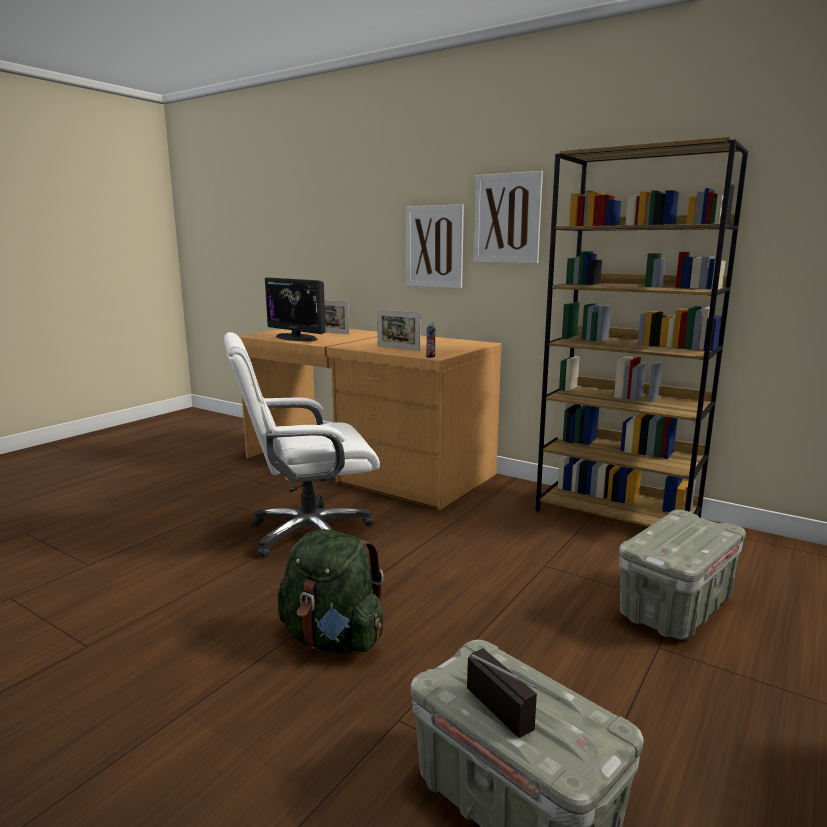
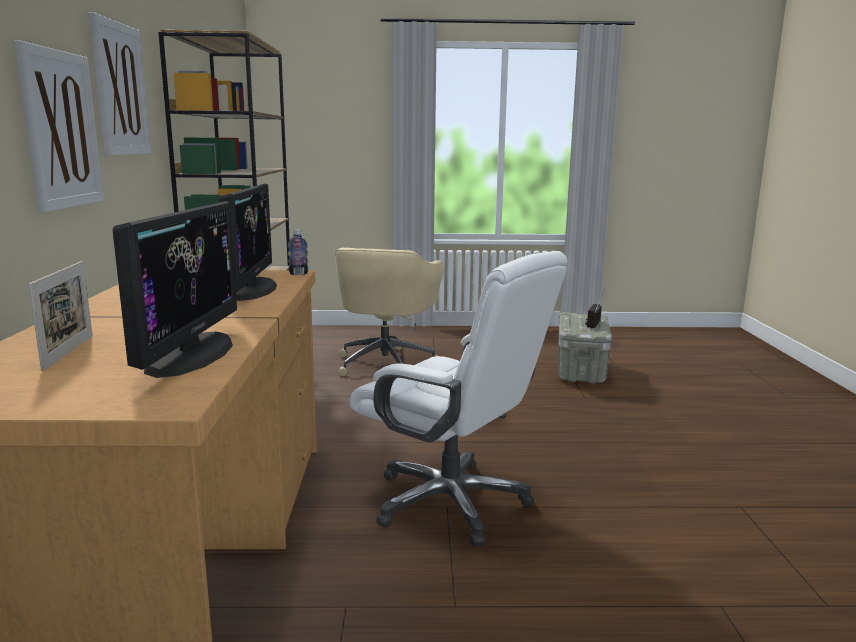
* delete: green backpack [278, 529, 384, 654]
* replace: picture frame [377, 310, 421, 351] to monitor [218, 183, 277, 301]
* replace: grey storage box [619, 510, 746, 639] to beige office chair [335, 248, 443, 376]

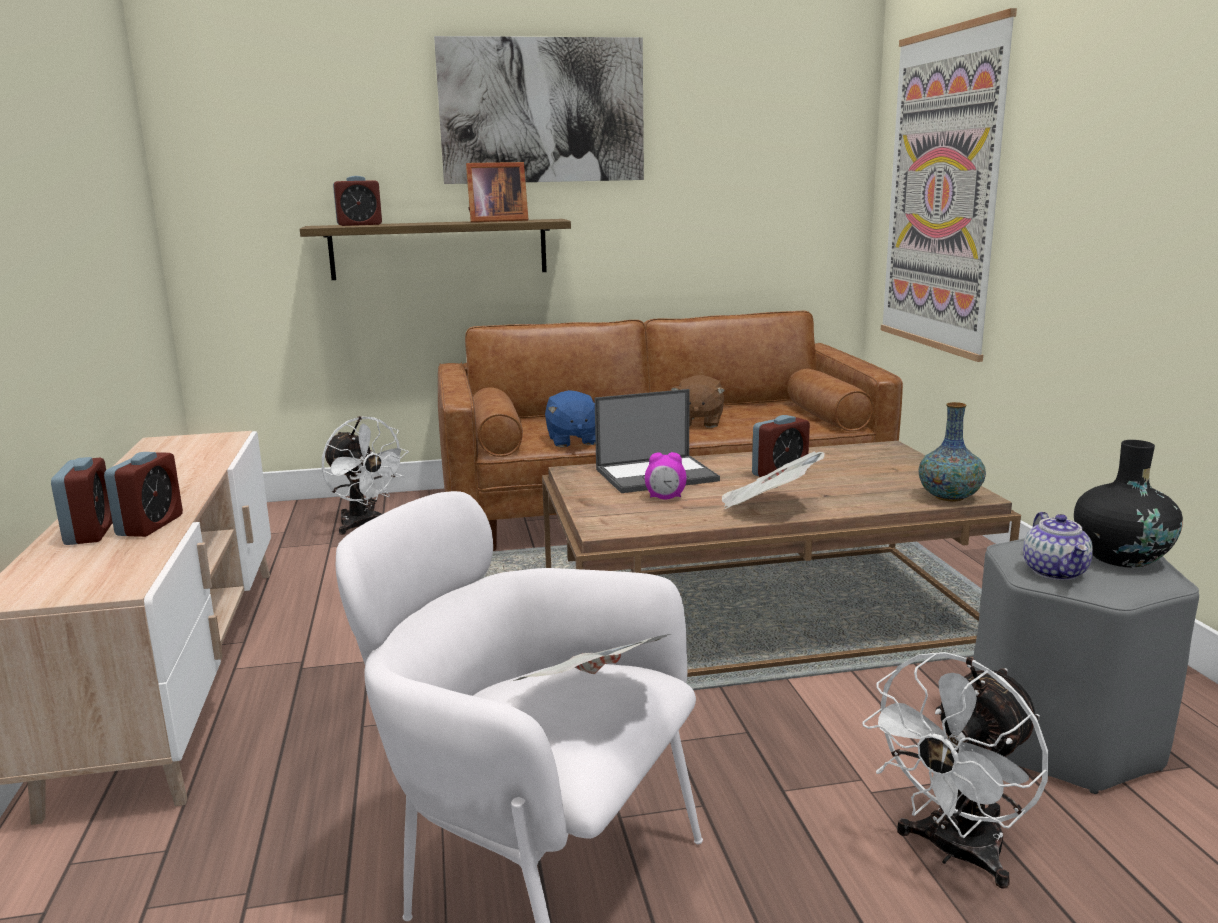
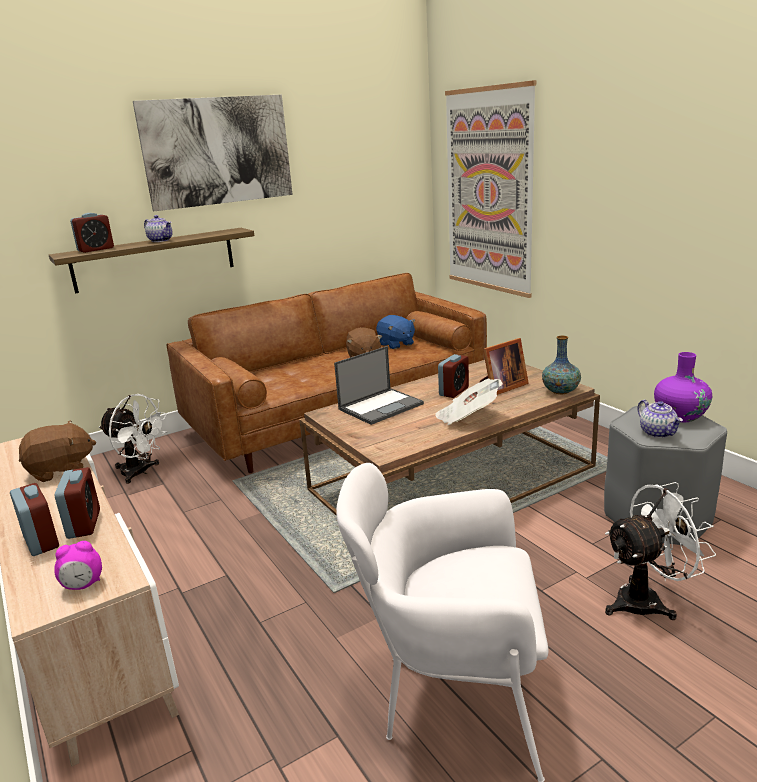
* delete: newspaper [513, 634, 670, 681]
* insert: brown plush toy [19, 420, 96, 482]
* insert: teapot [144, 215, 172, 242]
* move: picture frame [466, 162, 528, 222] to [480, 338, 529, 395]
* move: blue plush toy [545, 390, 596, 447] to [376, 315, 415, 349]
* move: alarm clock [645, 452, 687, 499] to [54, 541, 102, 590]
* recolor: black vase [1074, 440, 1183, 568] to purple vase [654, 352, 712, 422]
* rotate: white fan [862, 652, 1048, 888] = [605, 482, 716, 620] 135 degrees counterclockwise

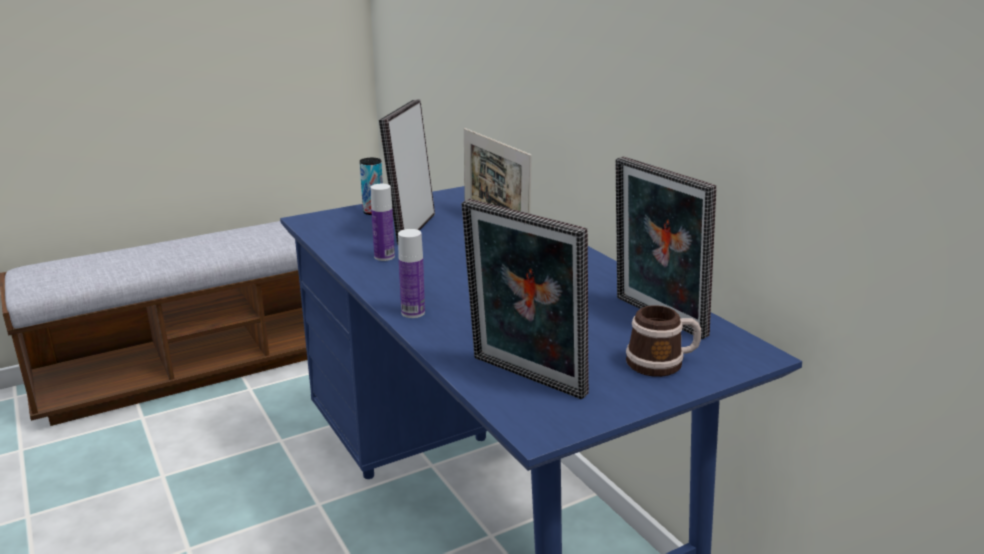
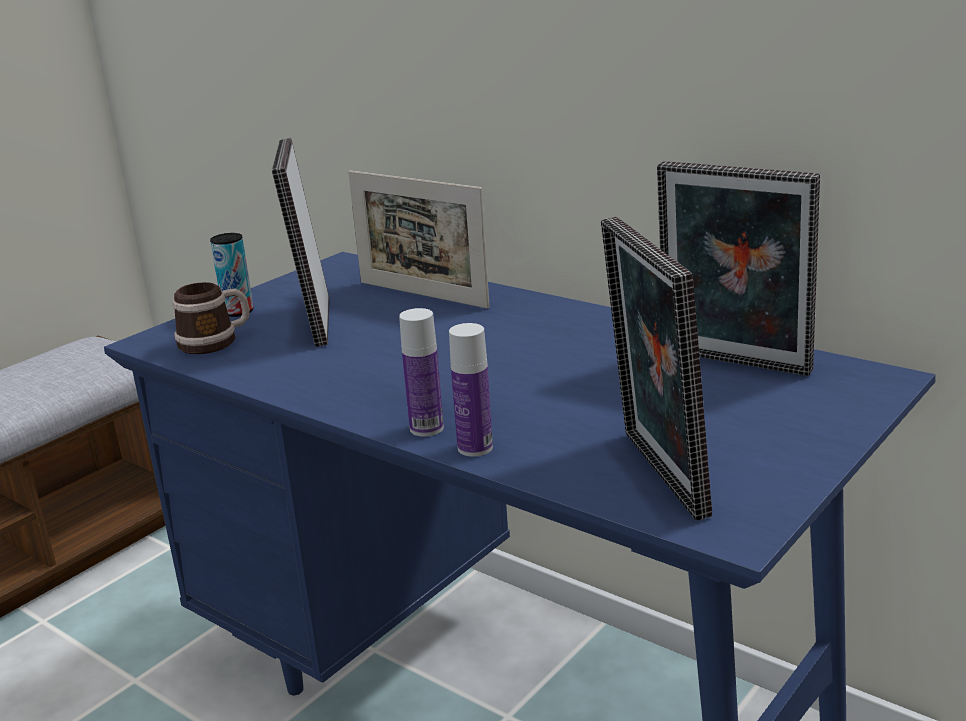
* move: bottle [371, 184, 395, 261] to [449, 323, 493, 457]
* move: mug [626, 305, 701, 377] to [172, 282, 250, 354]
* rotate: picture frame [461, 199, 589, 399] = [601, 217, 712, 520] 60 degrees clockwise

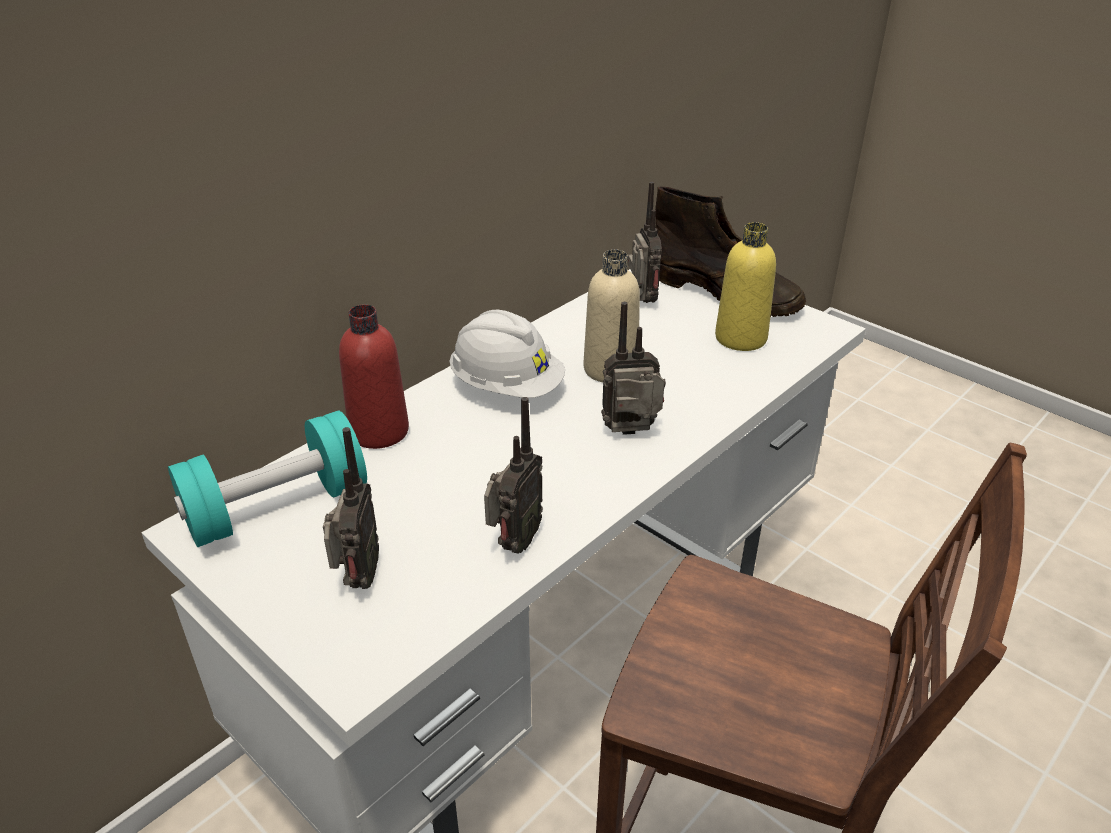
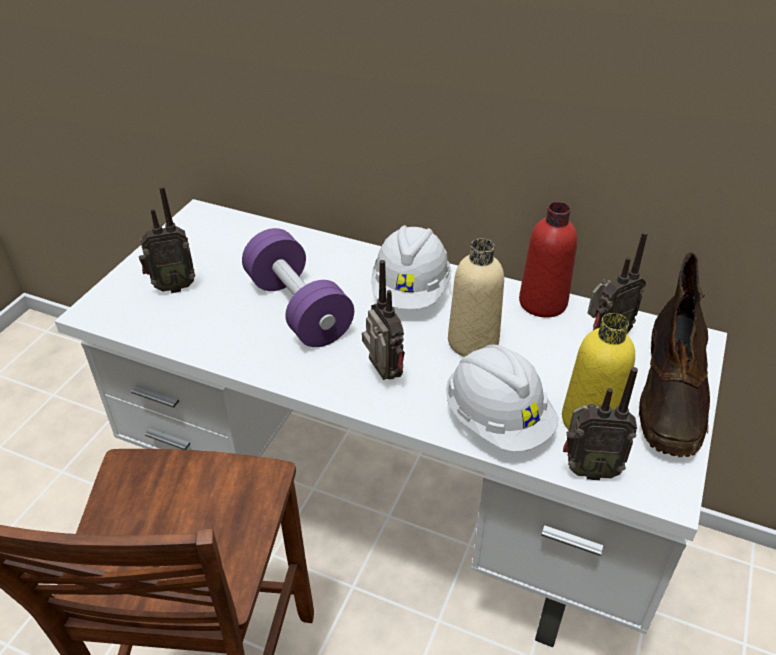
* delete: turquoise dumbbell [168, 410, 367, 547]
* insert: purple dumbbell [242, 228, 354, 347]
* insert: white hard hat [446, 345, 558, 452]
* move: red bottle [339, 305, 409, 449] to [519, 202, 577, 318]
* move: radio [484, 397, 543, 554] to [563, 367, 638, 480]

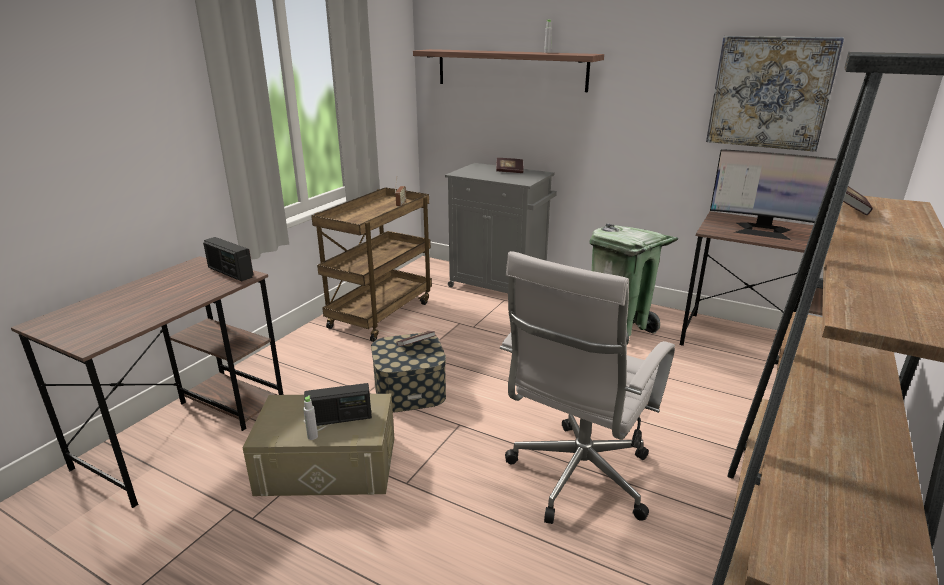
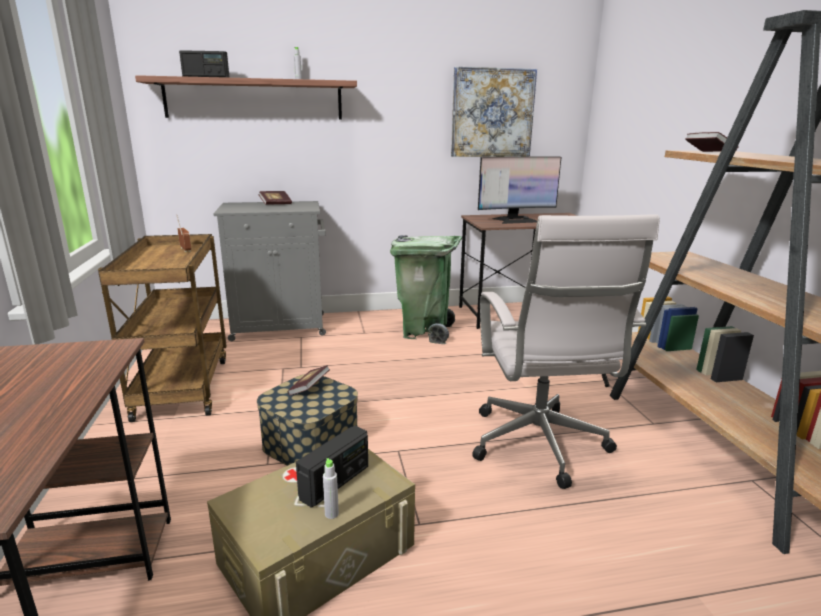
* move: radio [203, 237, 254, 281] to [179, 50, 230, 78]

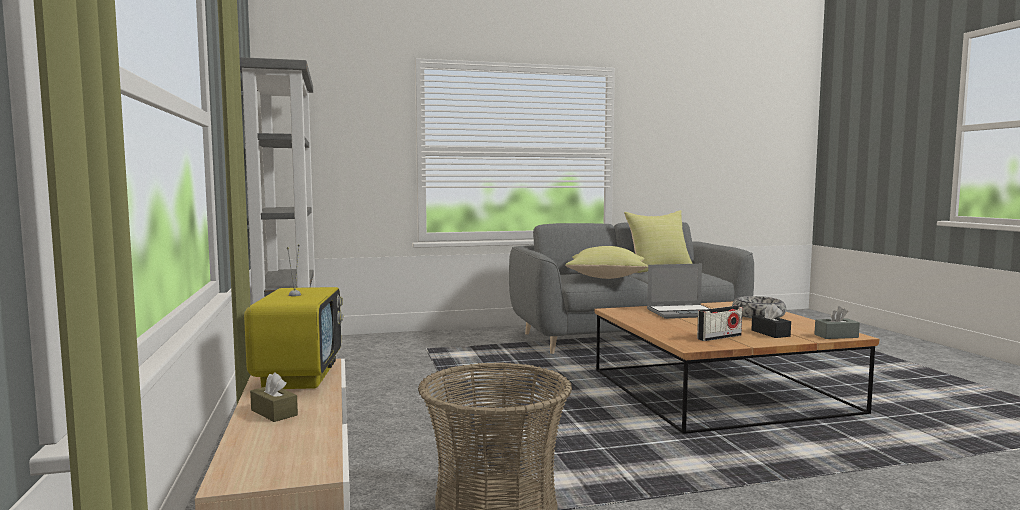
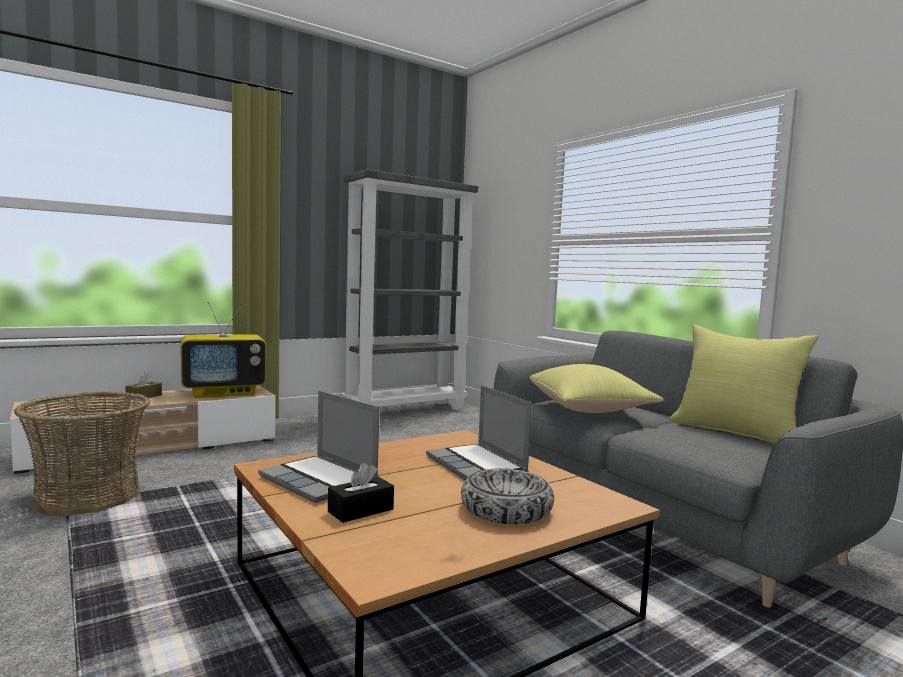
* delete: grey tissue box [815, 306, 860, 339]
* replace: radio [697, 306, 743, 341] to laptop [258, 391, 379, 503]

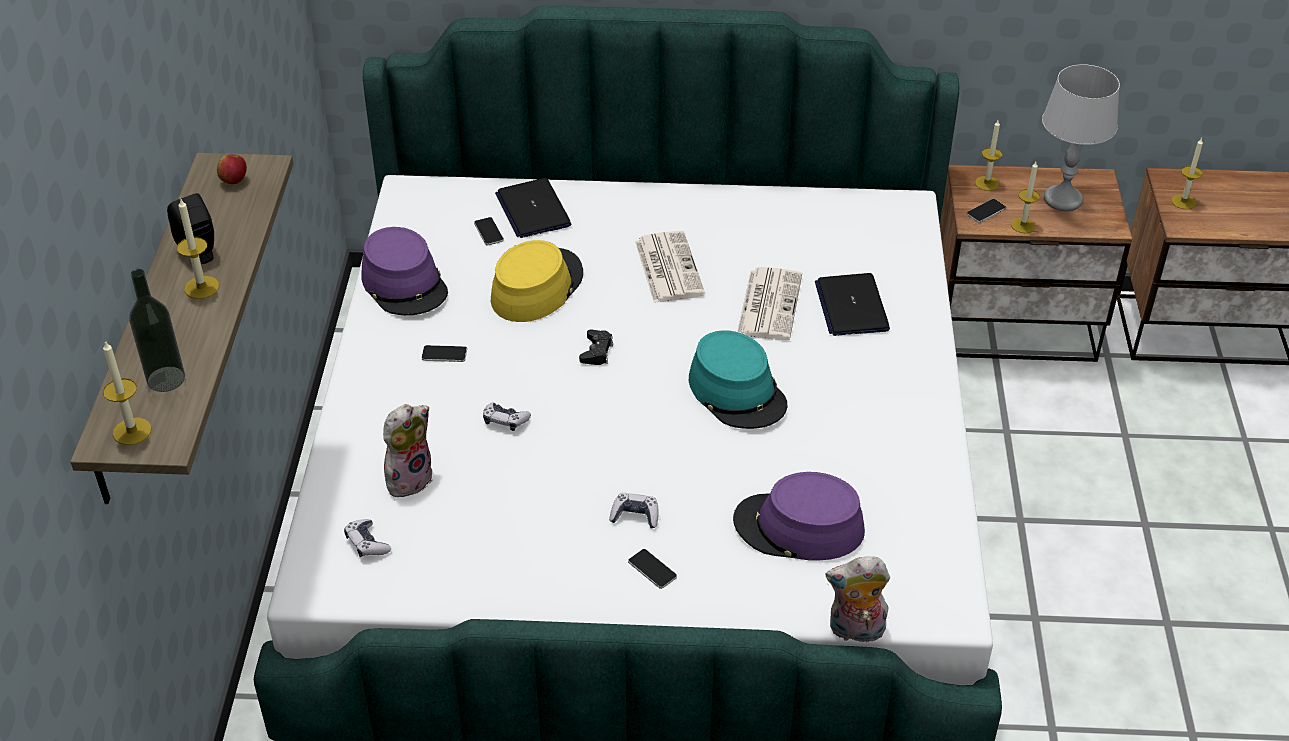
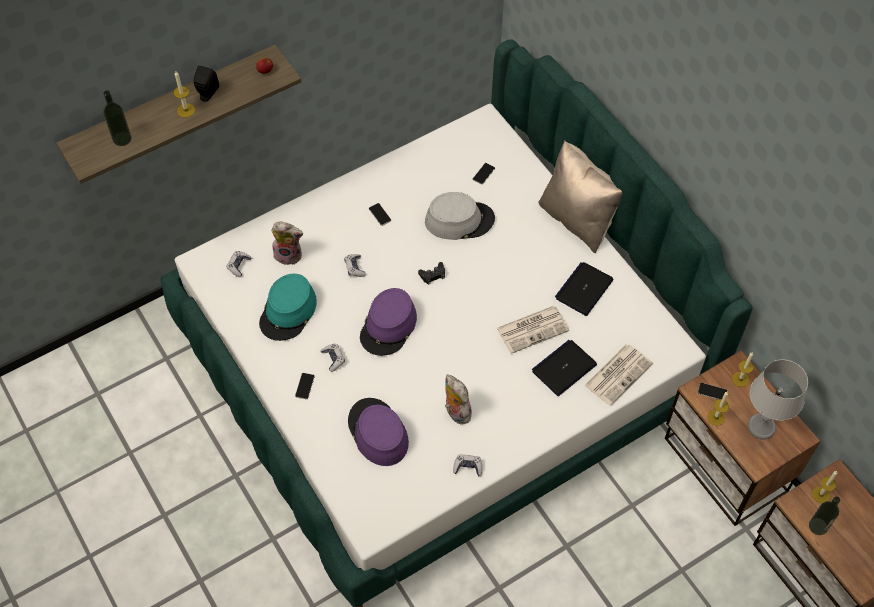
* delete: candle [103, 340, 152, 445]
* insert: game controller [453, 454, 482, 476]
* insert: beige pillow [538, 140, 622, 253]
* insert: bottle [809, 496, 840, 535]
* move: purple hat [361, 227, 448, 315] to [360, 288, 417, 356]
* move: laptop [495, 178, 571, 238] to [555, 262, 613, 316]
* move: newspaper [635, 231, 705, 303] to [584, 344, 653, 406]
* move: turquoise hat [689, 330, 787, 429] to [259, 274, 317, 341]
* move: plush toy [825, 557, 890, 643] to [445, 374, 472, 424]
* recolor: yellow hat [491, 240, 583, 322] to grey hat [425, 192, 495, 240]

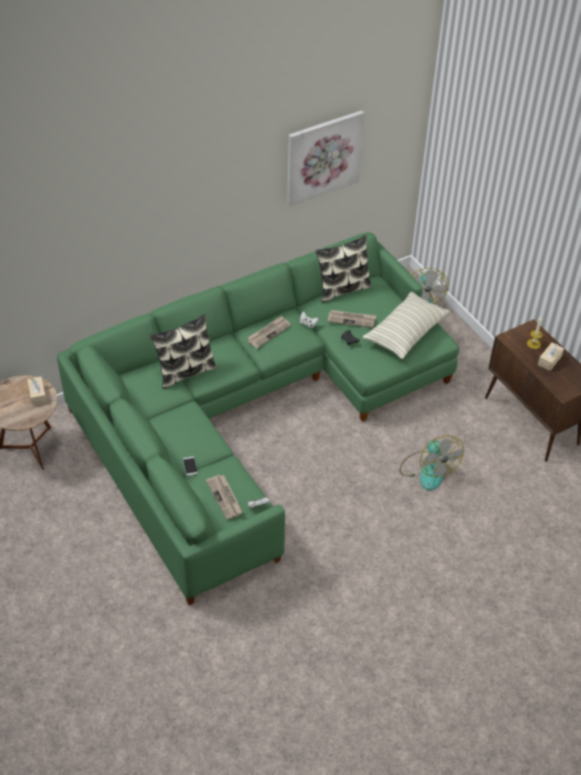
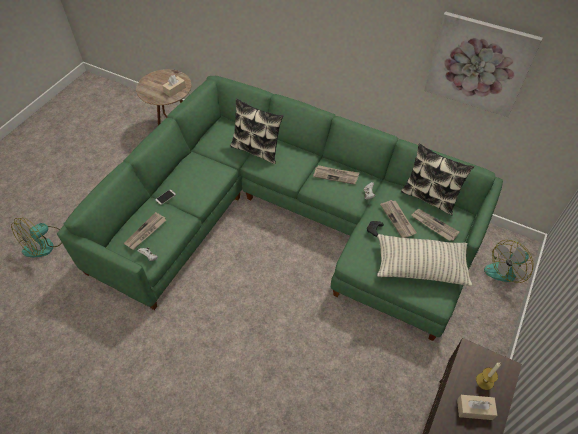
* insert: newspaper [412, 209, 459, 241]
* move: fan [399, 435, 464, 491] to [11, 218, 62, 257]

